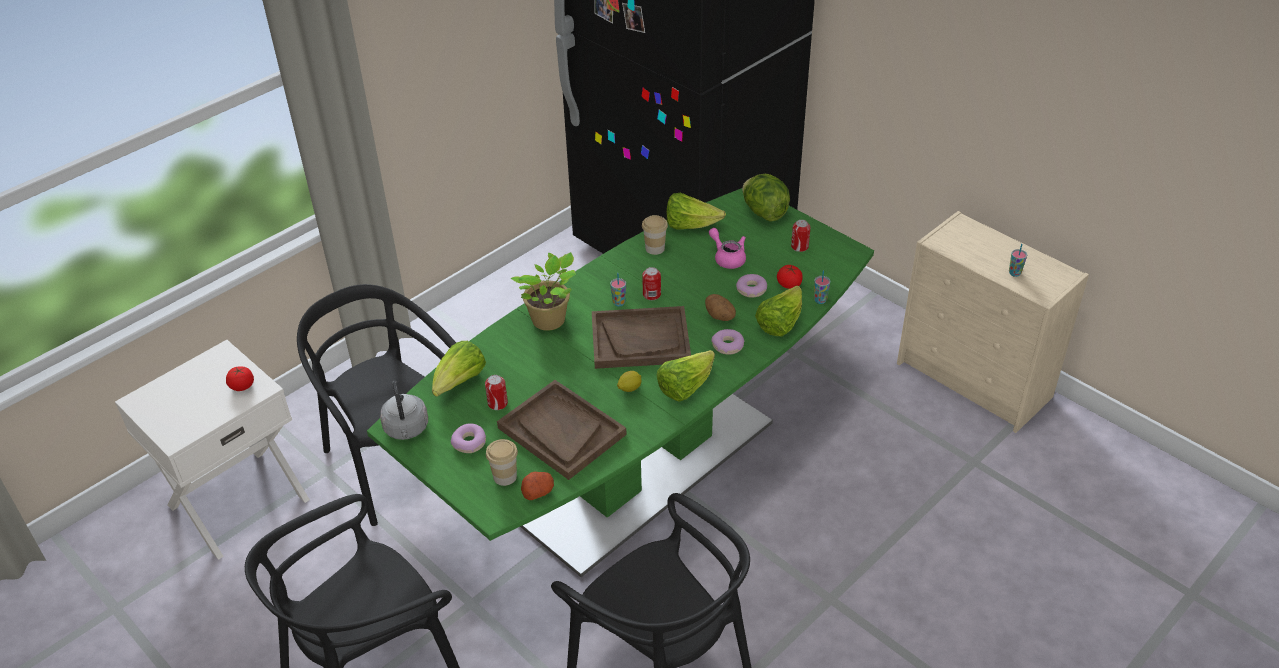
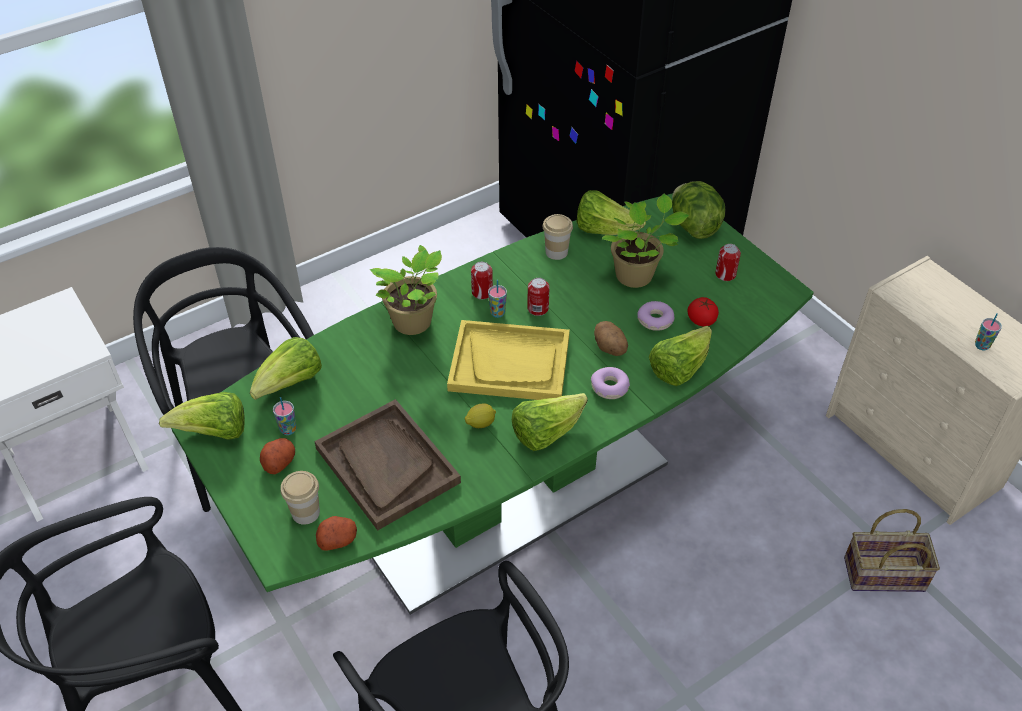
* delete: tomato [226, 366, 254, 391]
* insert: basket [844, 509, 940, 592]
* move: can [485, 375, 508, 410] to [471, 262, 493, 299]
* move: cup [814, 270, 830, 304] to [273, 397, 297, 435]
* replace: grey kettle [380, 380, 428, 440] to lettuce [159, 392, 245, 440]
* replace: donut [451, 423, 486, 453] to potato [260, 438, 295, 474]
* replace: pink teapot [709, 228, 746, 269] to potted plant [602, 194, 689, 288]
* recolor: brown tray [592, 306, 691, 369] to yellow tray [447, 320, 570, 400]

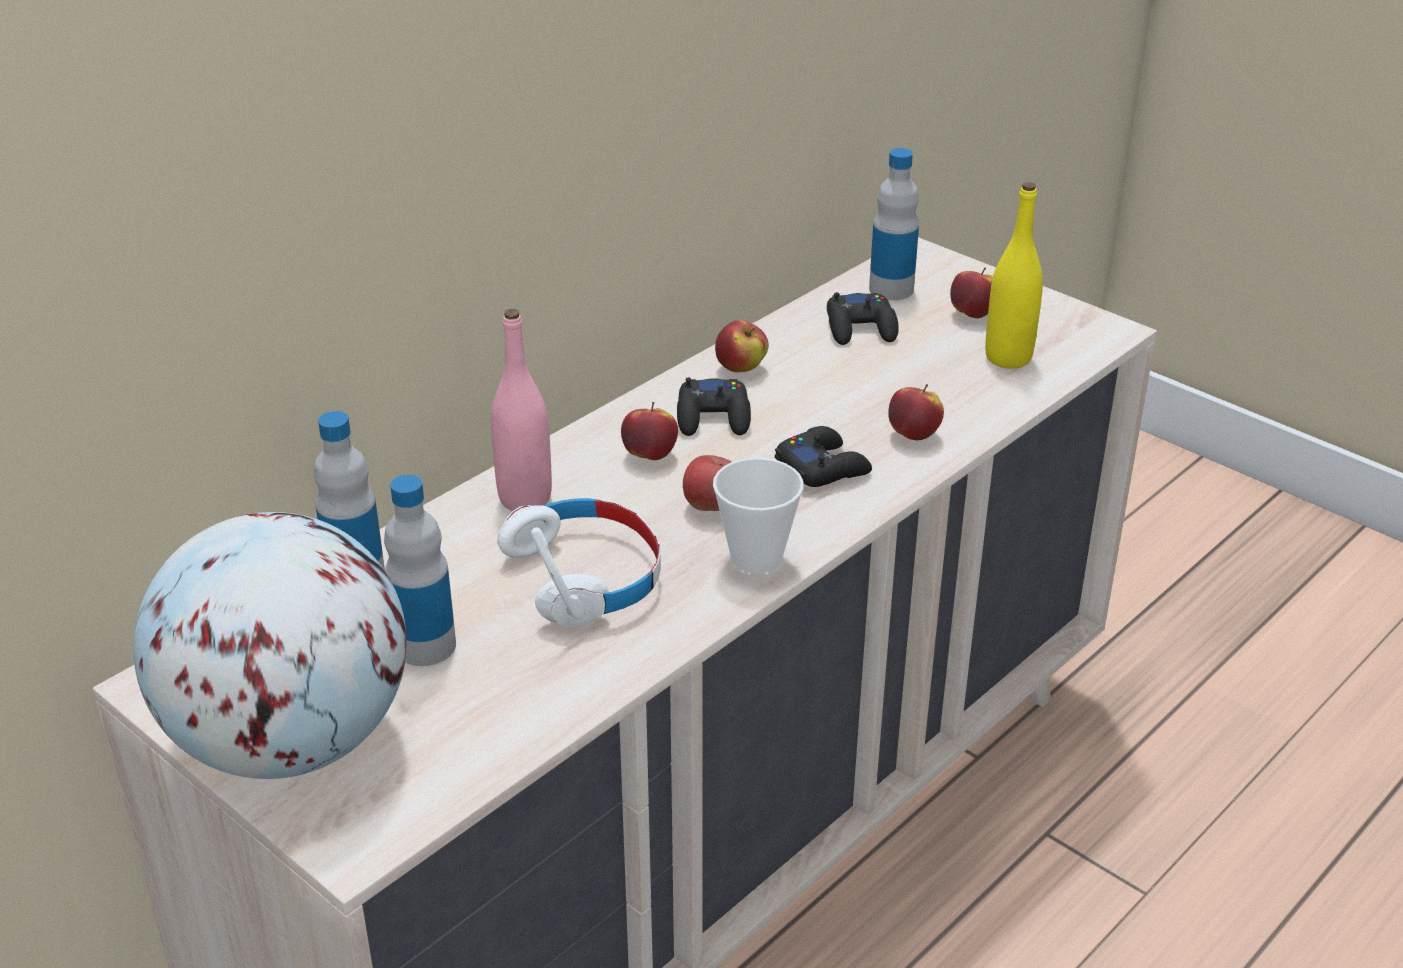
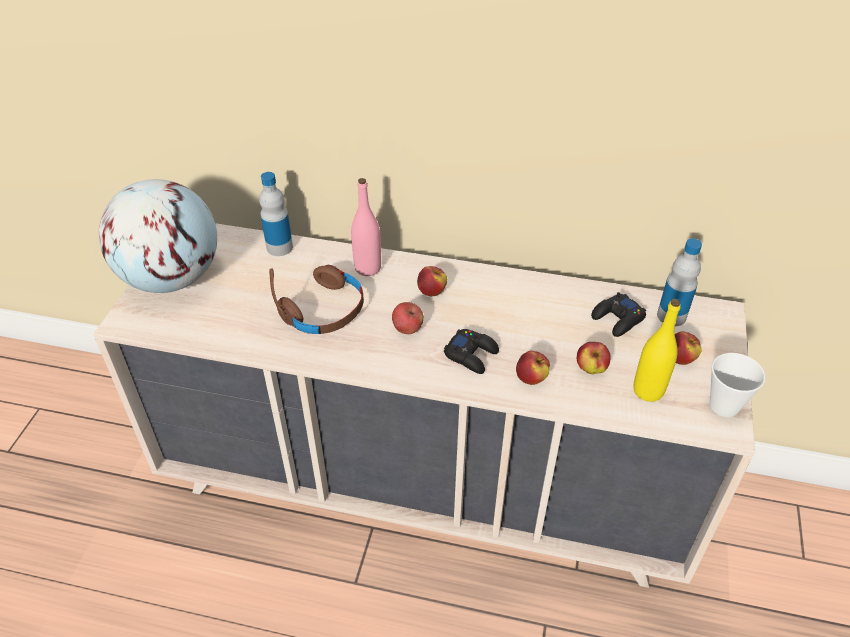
* delete: bottle [384, 475, 456, 666]
* delete: black game controller [677, 377, 751, 436]
* move: cup [713, 458, 804, 574] to [710, 353, 766, 417]
* move: apple [715, 320, 769, 372] to [577, 342, 610, 374]
* recolor: white headphones [497, 498, 661, 627] to brown headphones [269, 265, 364, 334]

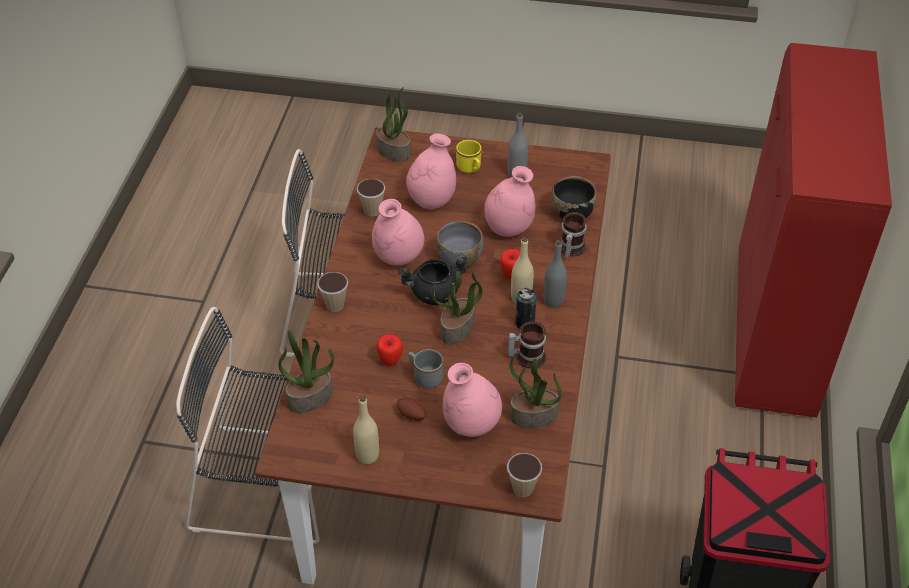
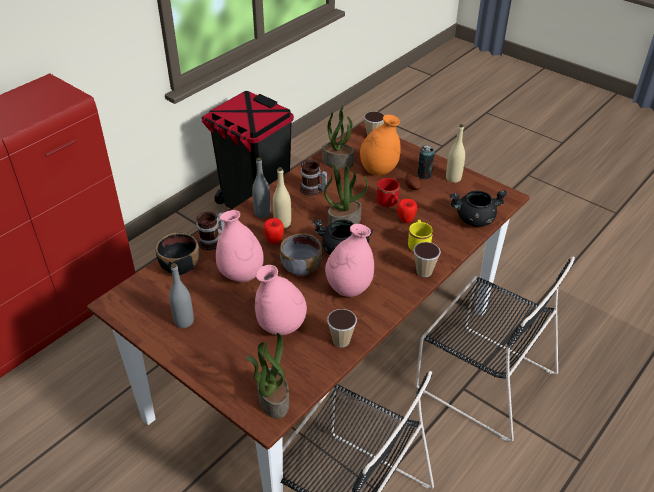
* move: yellow mug [456, 140, 481, 173] to [408, 220, 433, 252]
* move: can [515, 288, 536, 329] to [417, 145, 435, 179]
* replace: potted plant [278, 330, 334, 413] to black cooking pot [449, 190, 508, 227]
* recolor: grey mug [408, 349, 444, 388] to red mug [377, 178, 400, 207]
* recolor: pink vase [443, 363, 502, 437] to orange vase [360, 115, 401, 176]

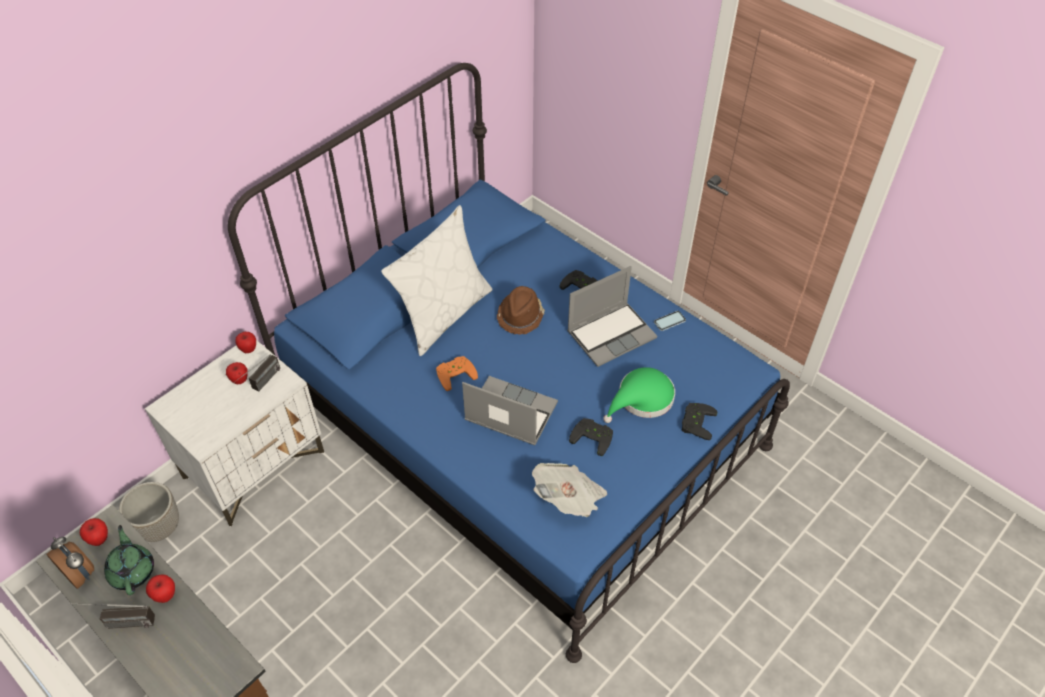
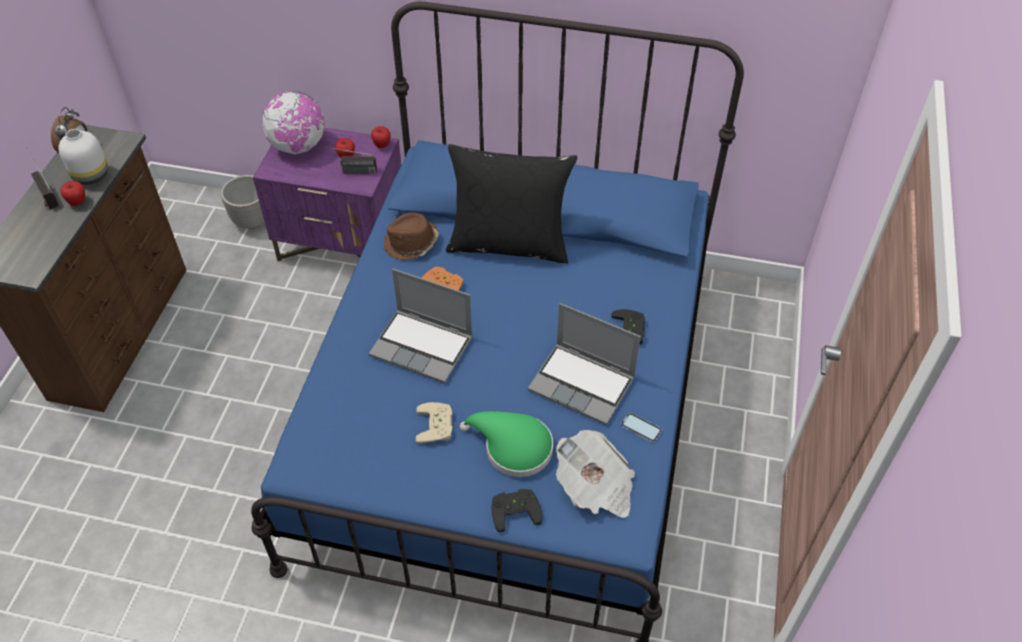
* delete: apple [80, 518, 108, 546]
* insert: globe [262, 91, 325, 155]
* move: brown hat [497, 286, 545, 335] to [383, 213, 439, 261]
* move: newspaper [532, 463, 607, 517] to [556, 430, 635, 518]
* replace: green teapot [104, 525, 154, 595] to white vase [59, 129, 108, 185]
* recolor: white nightstand [145, 340, 324, 527] to purple nightstand [253, 128, 401, 261]
* recolor: white pillow [381, 205, 493, 356] to black pillow [446, 144, 577, 264]
* recolor: black game controller [569, 418, 613, 456] to beige game controller [415, 402, 453, 444]
* rotate: laptop [462, 376, 558, 445] = [369, 269, 473, 383] 120 degrees clockwise

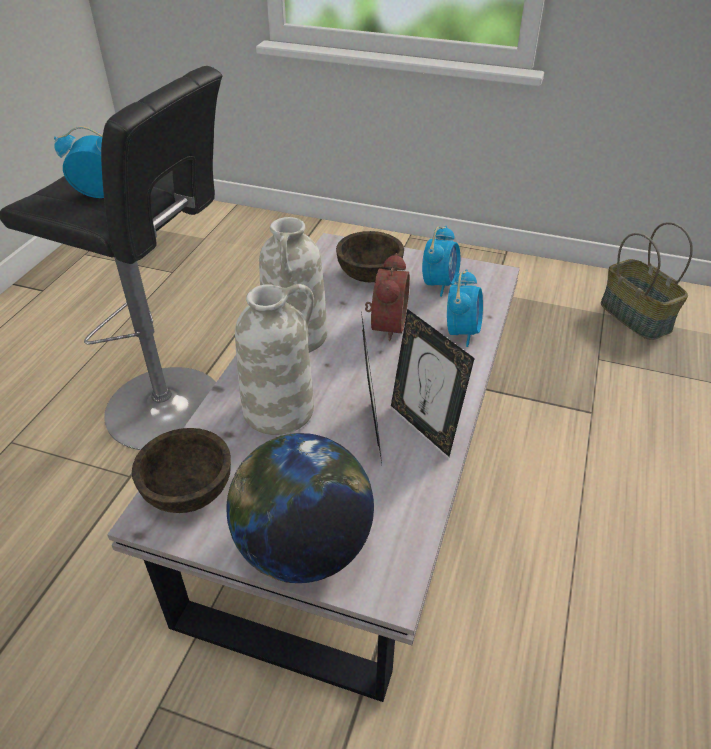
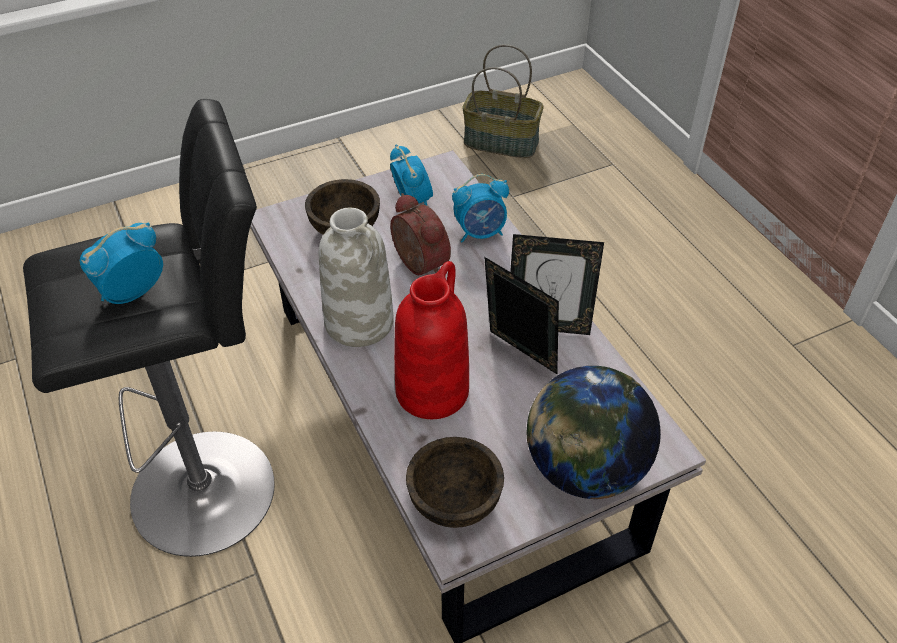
* recolor: white vase [235, 284, 314, 435] to red vase [394, 261, 469, 419]
* rotate: alarm clock [447, 269, 483, 347] = [452, 174, 509, 242] 105 degrees clockwise

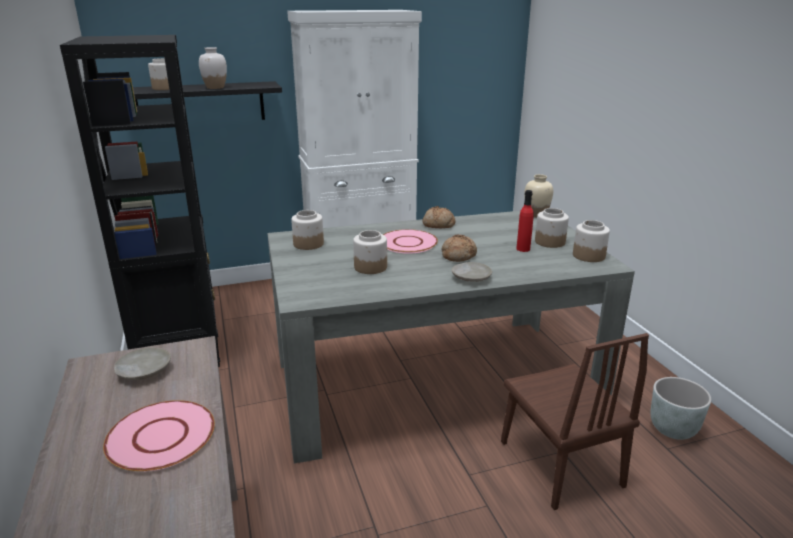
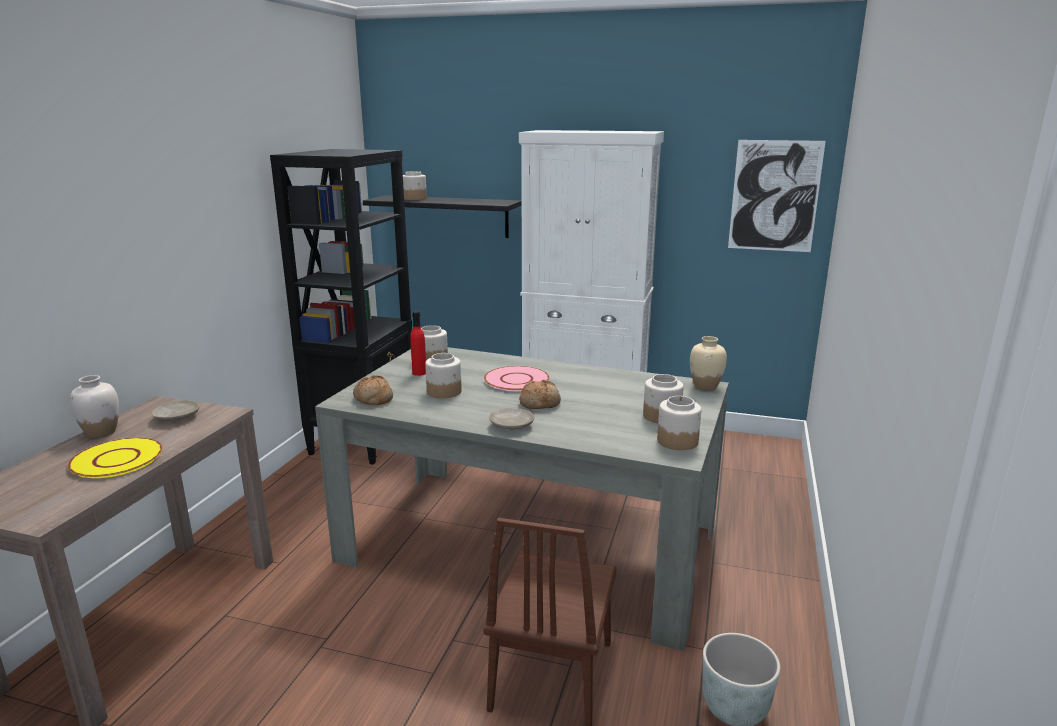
* insert: picture [728, 140, 826, 252]
* move: white vase [199, 47, 227, 89] to [70, 375, 119, 438]
* move: bread [422, 206, 456, 228] to [353, 376, 393, 405]
* move: red bottle [516, 190, 534, 252] to [410, 311, 426, 376]
* recolor: pink plate [103, 400, 215, 471] to yellow plate [68, 438, 163, 478]

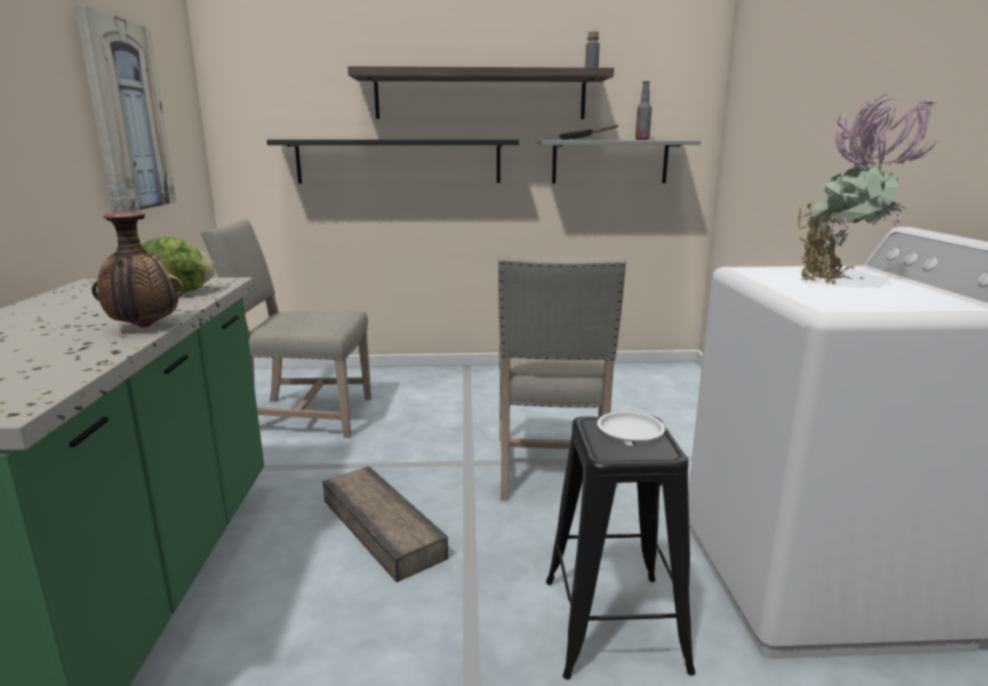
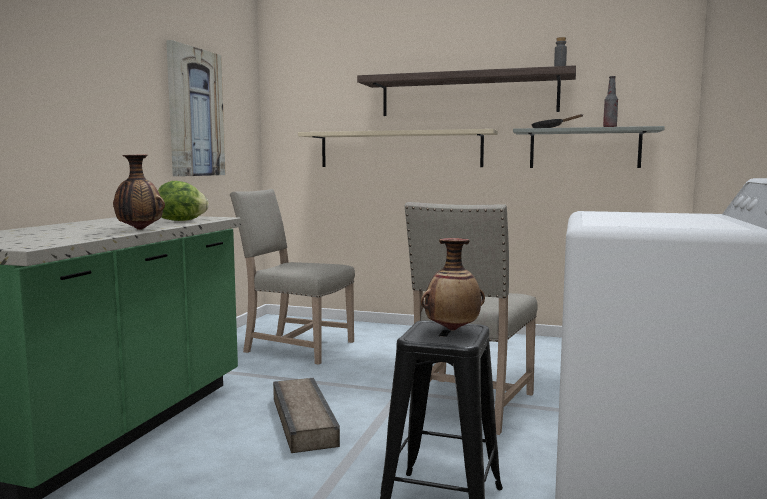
* delete: potted plant [798, 92, 940, 285]
* replace: white plate [597, 411, 665, 442] to vase [421, 238, 485, 331]
* recolor: black shelf [267, 140, 519, 184] to beige shelf [298, 129, 498, 167]

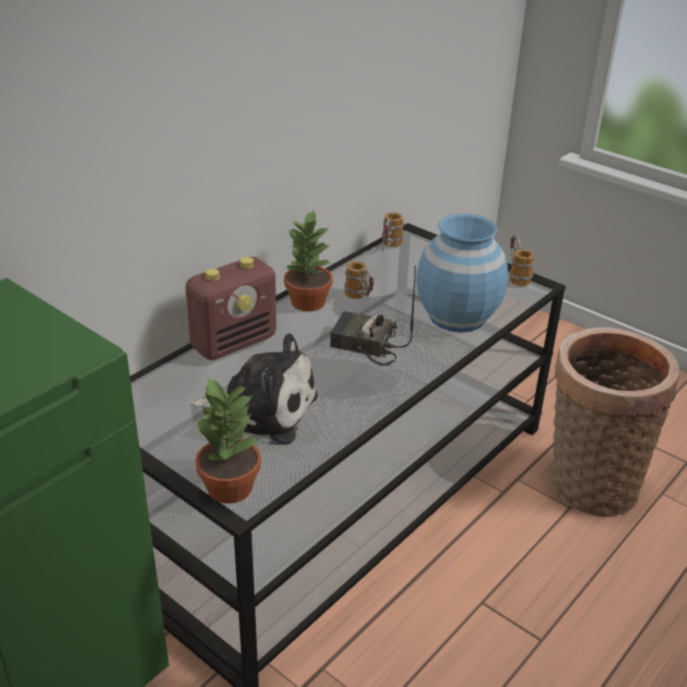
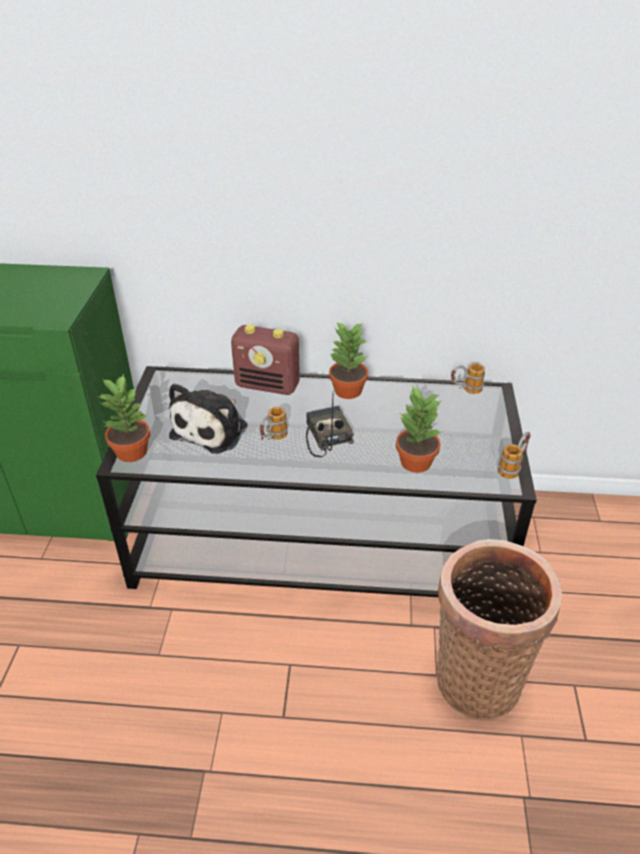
* move: mug [344, 261, 374, 299] to [259, 407, 288, 440]
* replace: blue vase [416, 213, 508, 333] to potted plant [396, 386, 443, 473]
* rotate: plush toy [191, 333, 318, 445] = [169, 383, 247, 454] 45 degrees clockwise

